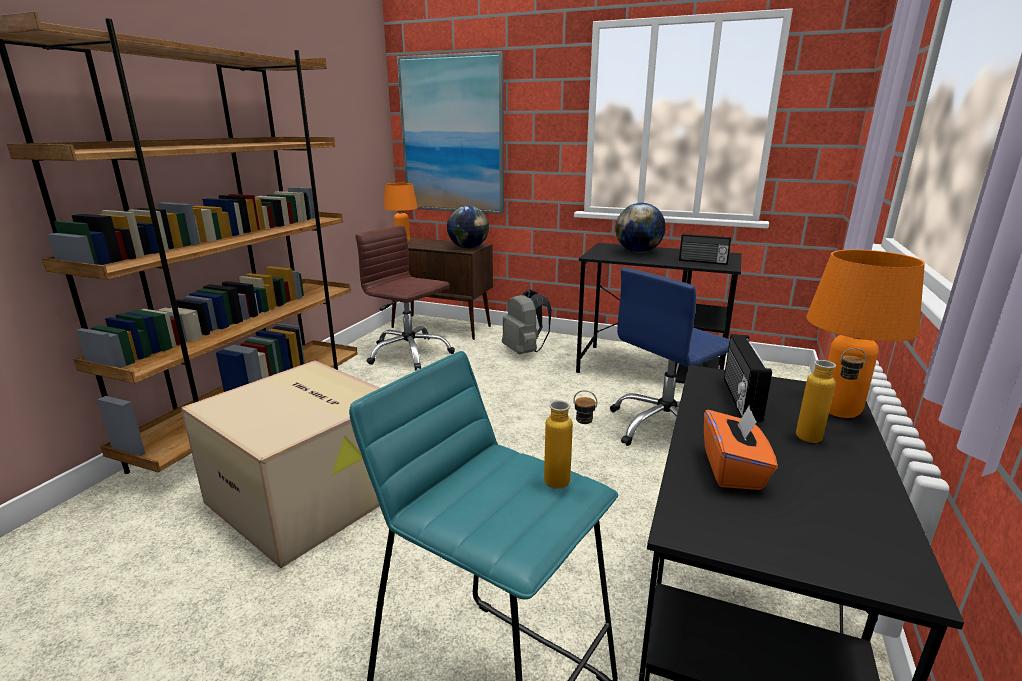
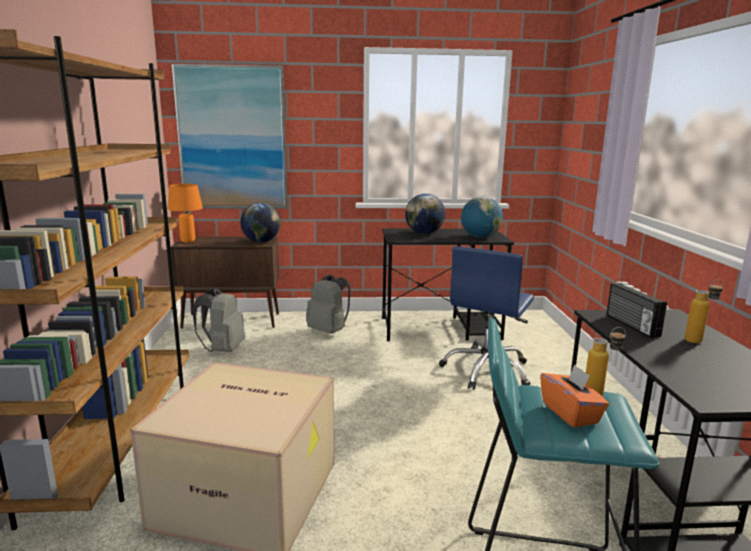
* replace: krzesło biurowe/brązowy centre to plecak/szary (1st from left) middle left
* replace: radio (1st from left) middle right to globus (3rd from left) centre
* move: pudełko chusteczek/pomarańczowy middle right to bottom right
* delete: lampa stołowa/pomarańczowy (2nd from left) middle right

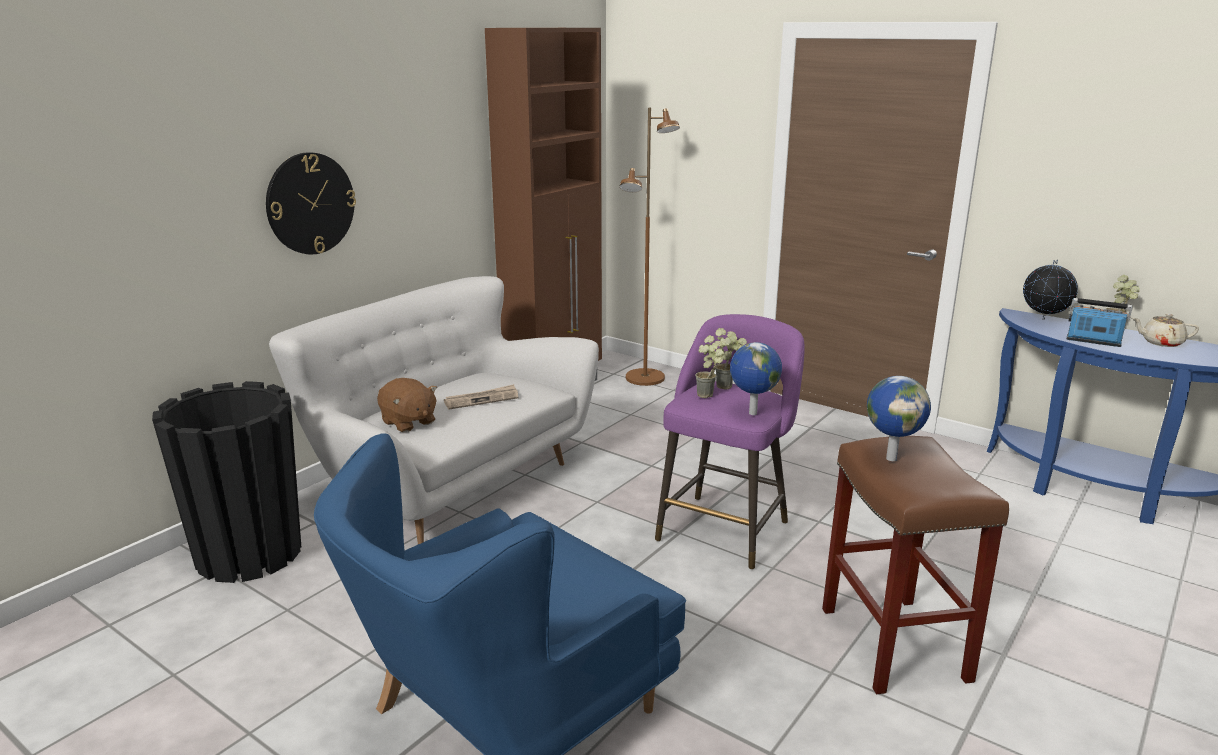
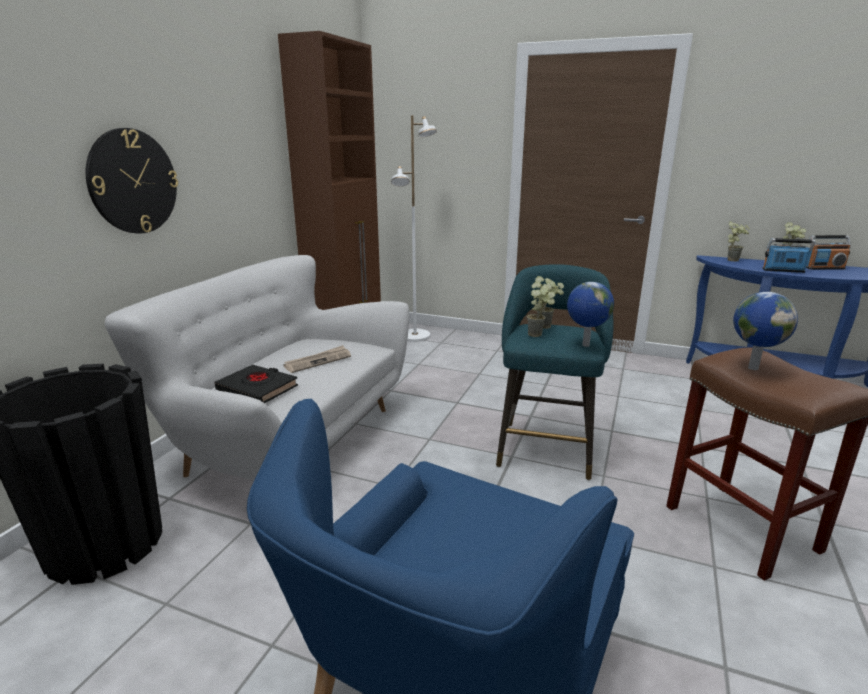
* replace: pluszak/brązowy centre to książka/czarny middle left
* recolor: lampa stojąca/brązowy top centre to lampa stojąca/biały top centre
* recolor: stołek/fioletowy centre to stołek/turkusowy centre
* replace: globus (3rd from left) middle right to roślina doniczkowa (3rd from left) middle right
* replace: imbryk/beżowy middle right to radio (2nd from left) middle right

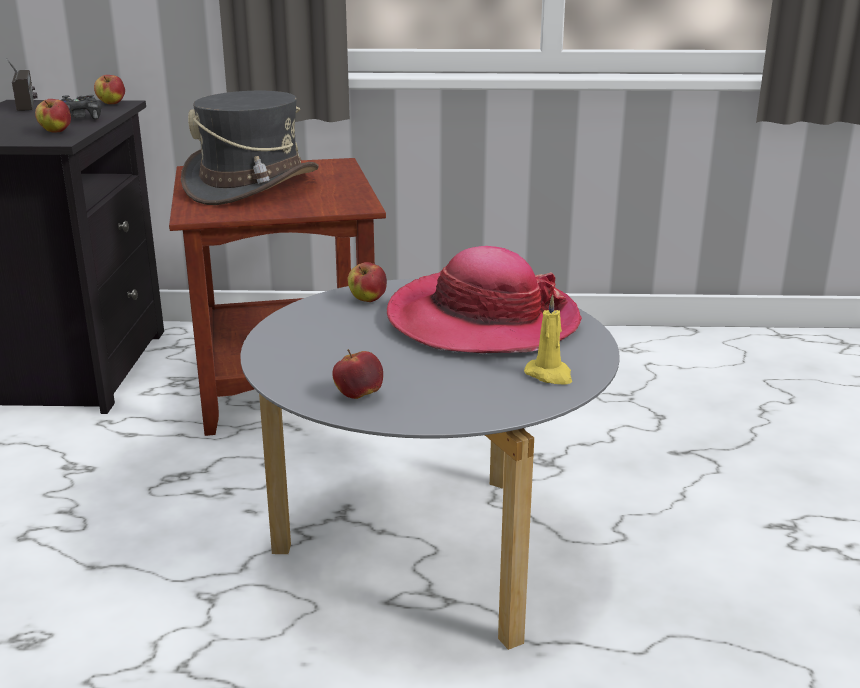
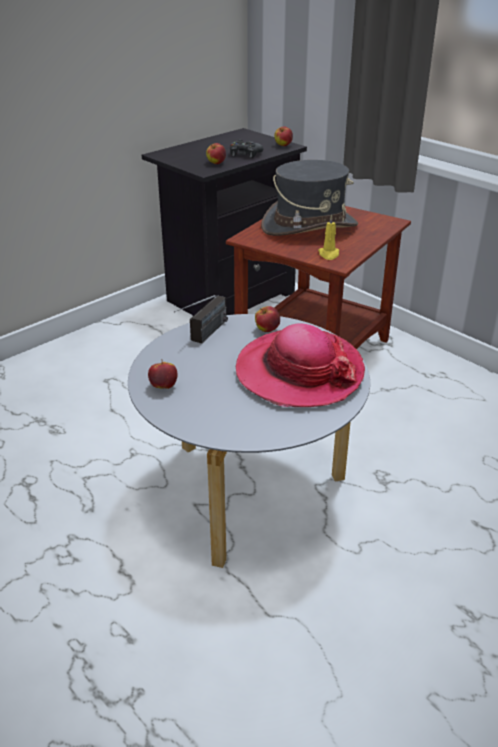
* move: radio top left to centre
* move: świeca/żółty centre to top centre

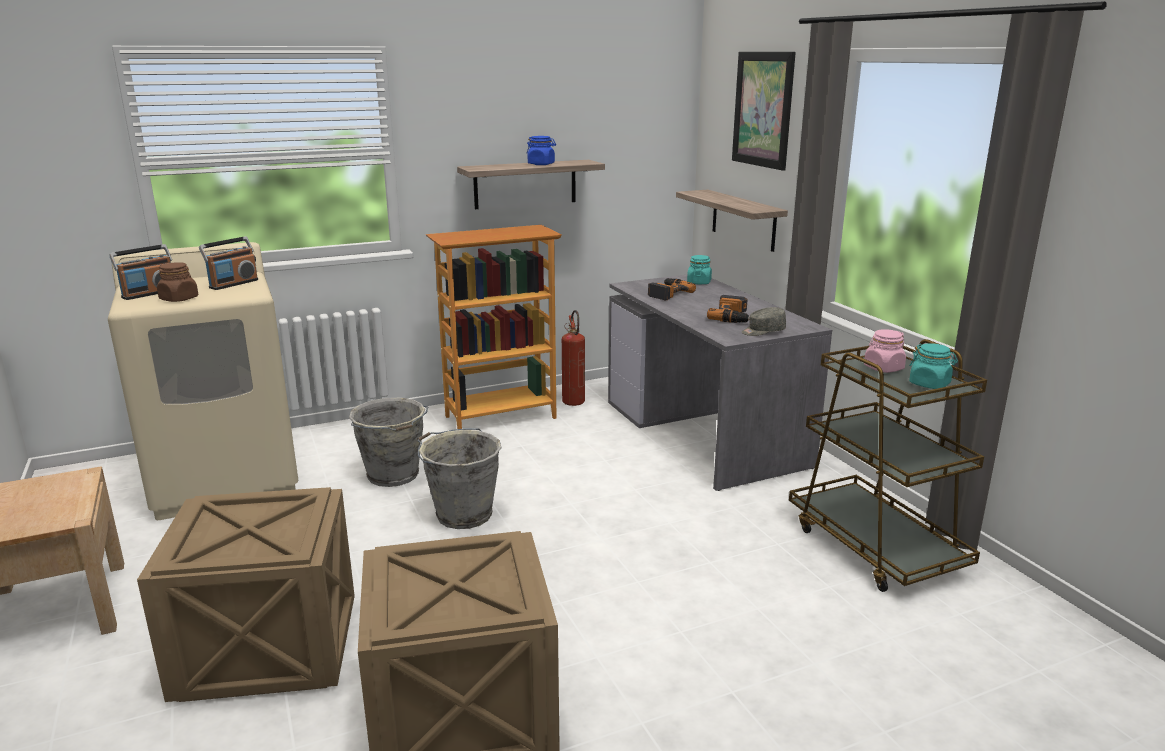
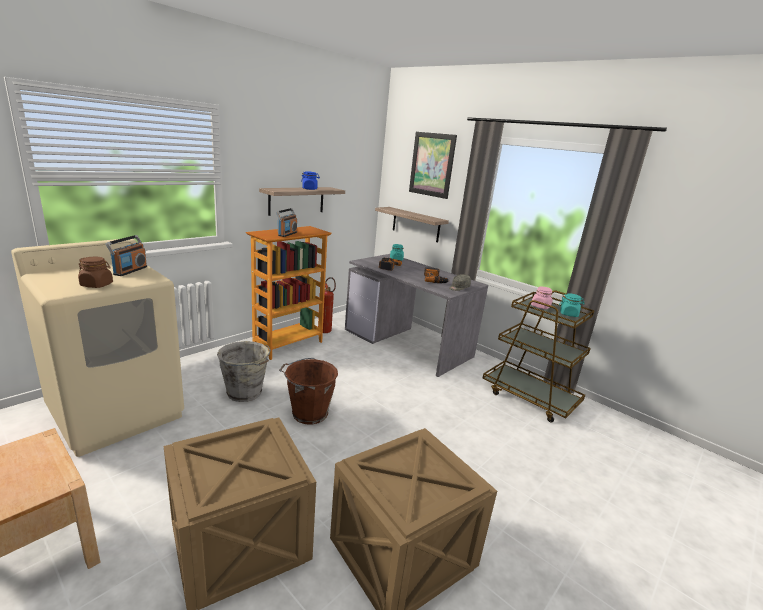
* move: radio (1st from left in the first image) middle left to radio (2nd from left) centre
* recolor: wiadro/szary (2nd from left) centre to wiadro/brązowy centre

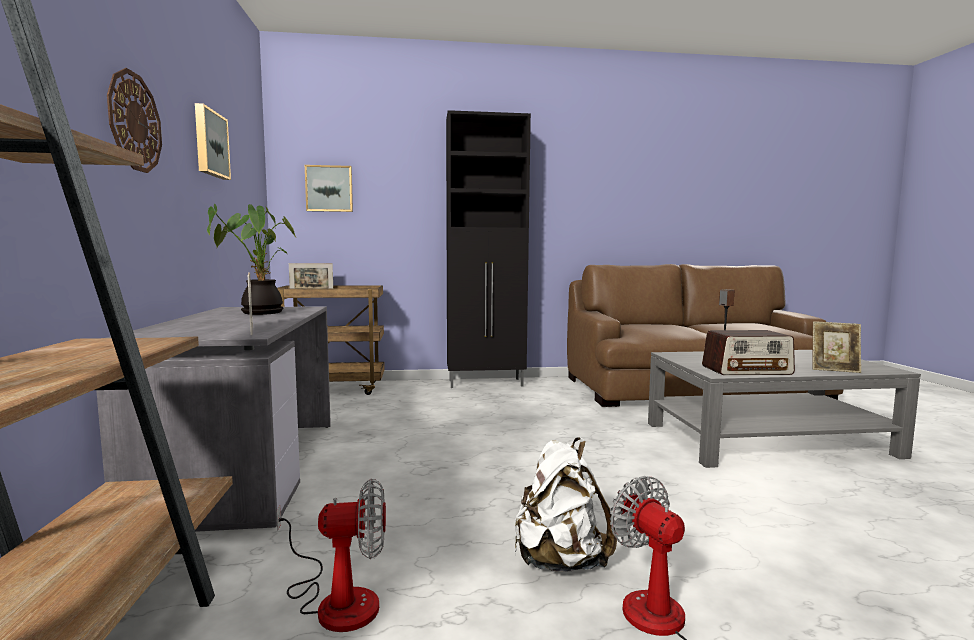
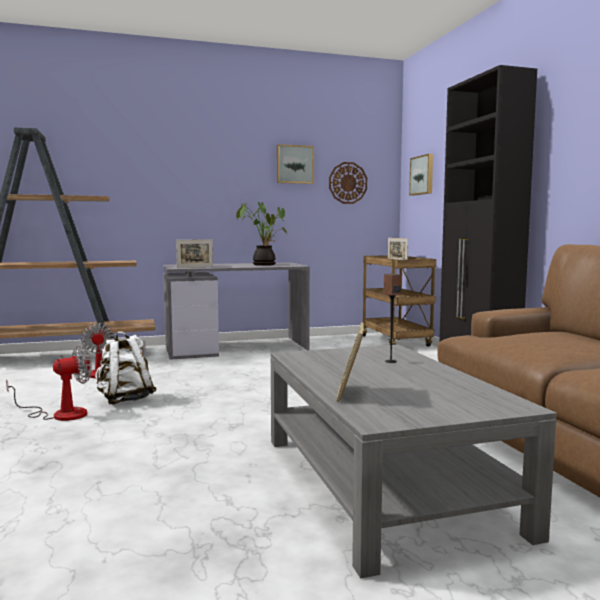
* move: zegar ścienny top left to top centre
* delete: radio middle right

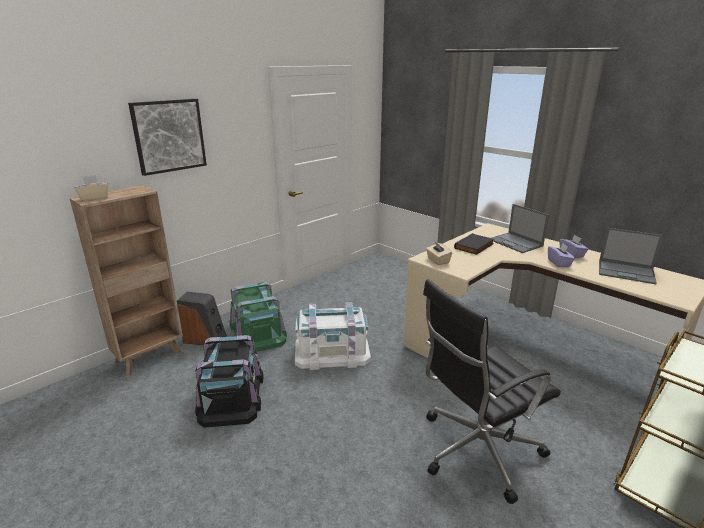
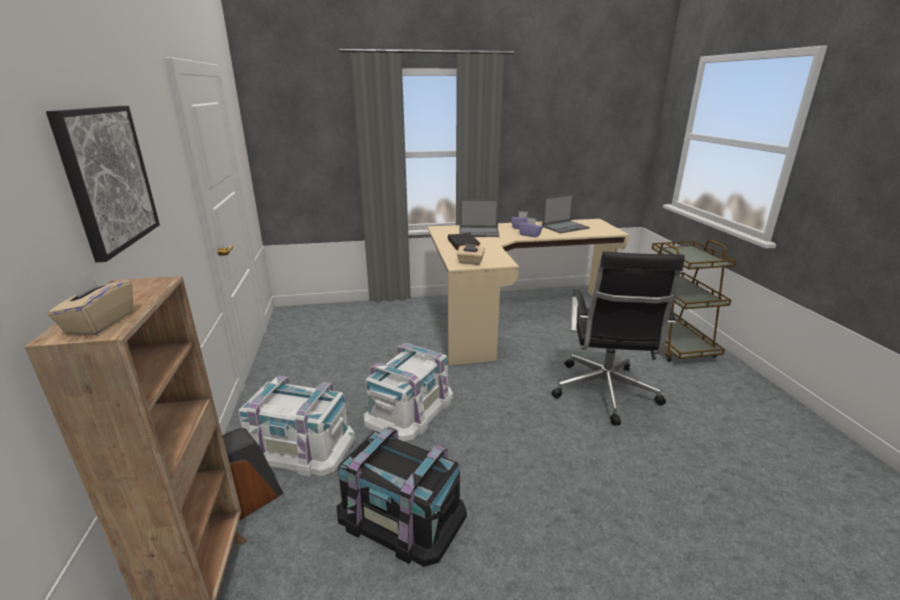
* recolor: pojemnik do przechowywania/zielony centre to pojemnik do przechowywania/biały (1st from left) bottom left

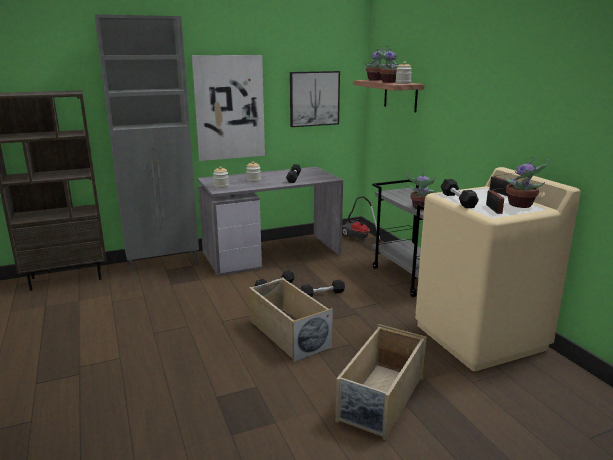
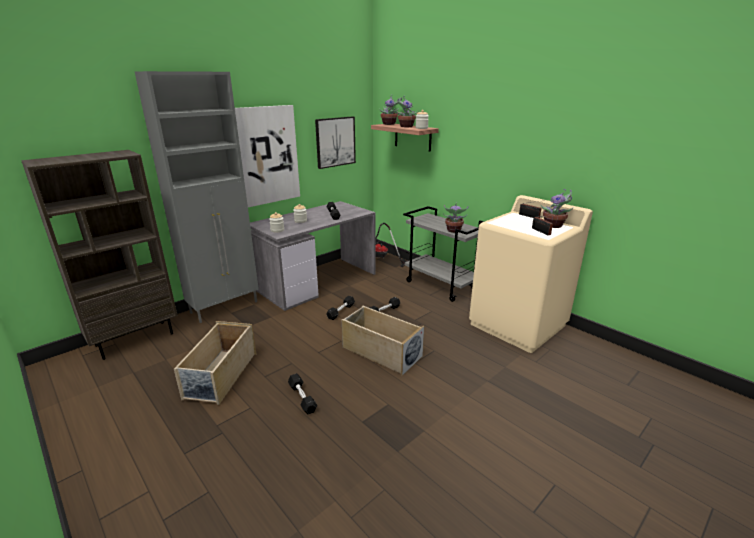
* move: pojemnik do przechowywania/beżowy (2nd from left in the first image) bottom centre to pojemnik do przechowywania/beżowy (1st from left) bottom left
* move: hantel/czarny (4th from left in the first image) middle right to hantel/czarny (1st from left) bottom centre

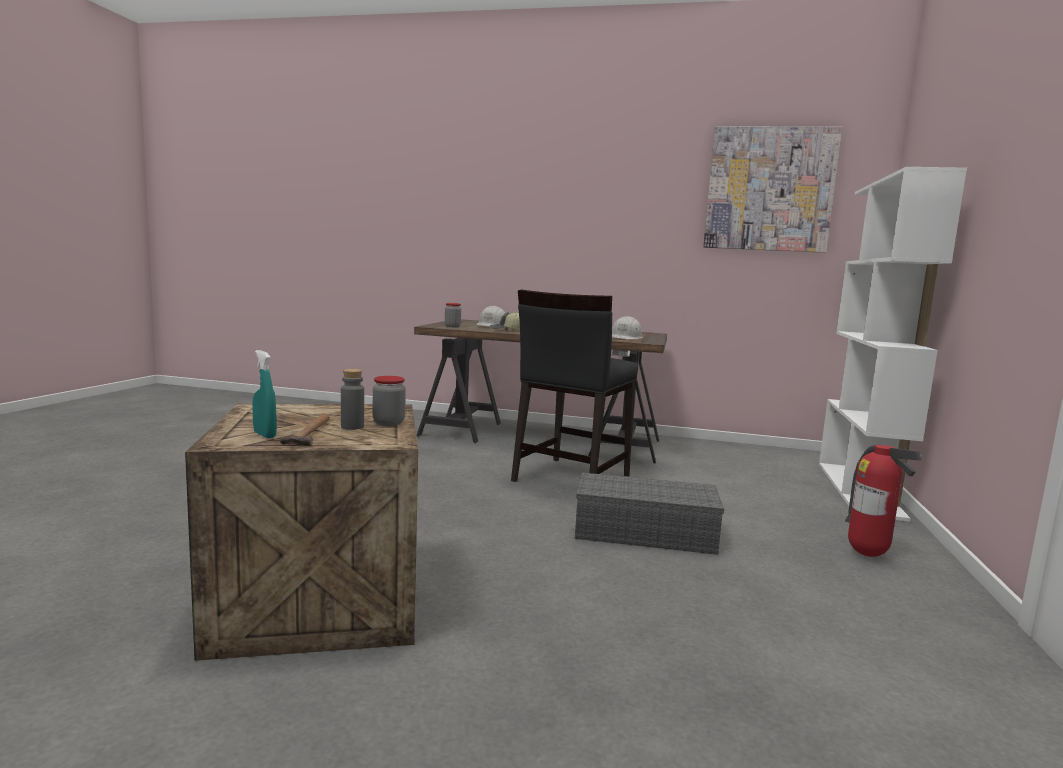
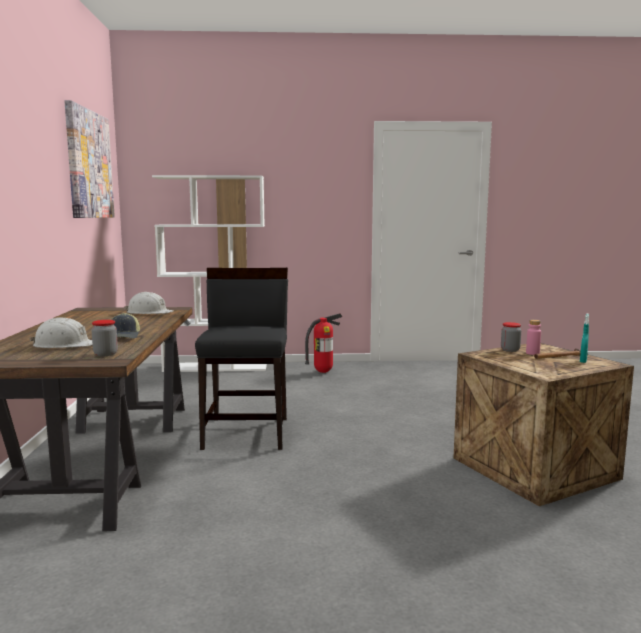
* rotate: krzesło/czarny centre = centre 105 degrees counterclockwise
* recolor: butelka/szary middle left to butelka/różowy middle right
* delete: pojemnik do przechowywania/szary bottom centre

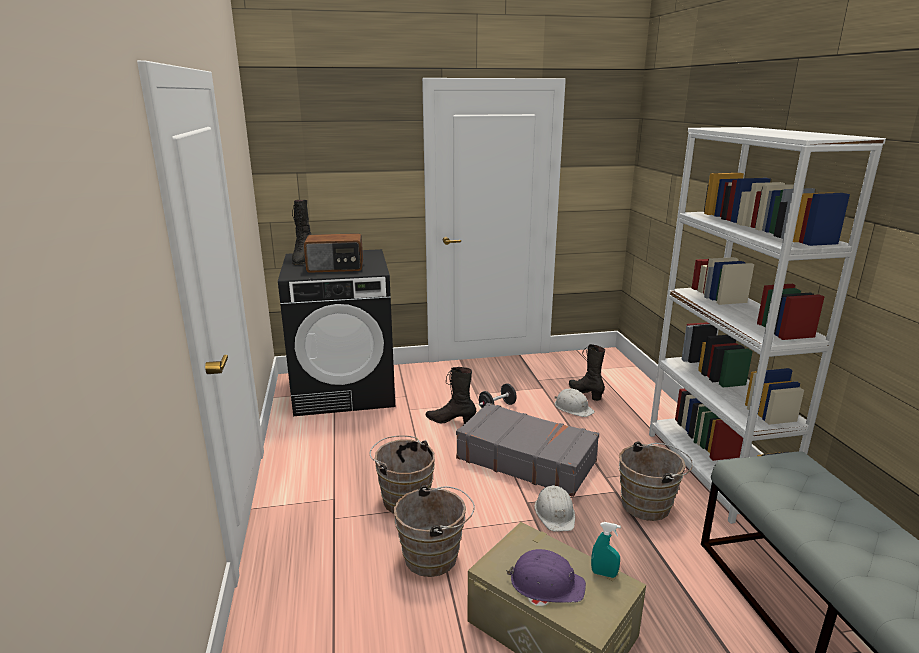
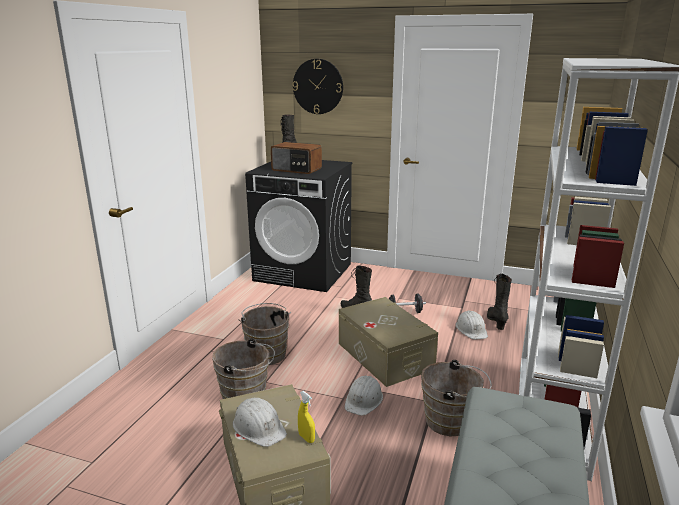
* recolor: kask/fioletowy bottom centre to kask/biały (1st from left) bottom centre
* insert: zegar ścienny top centre
* recolor: spryskiwacz/turkusowy bottom centre to spryskiwacz/żółty bottom centre
* replace: walizka/szary bottom centre to pojemnik do przechowywania/beżowy (2nd from left) bottom centre

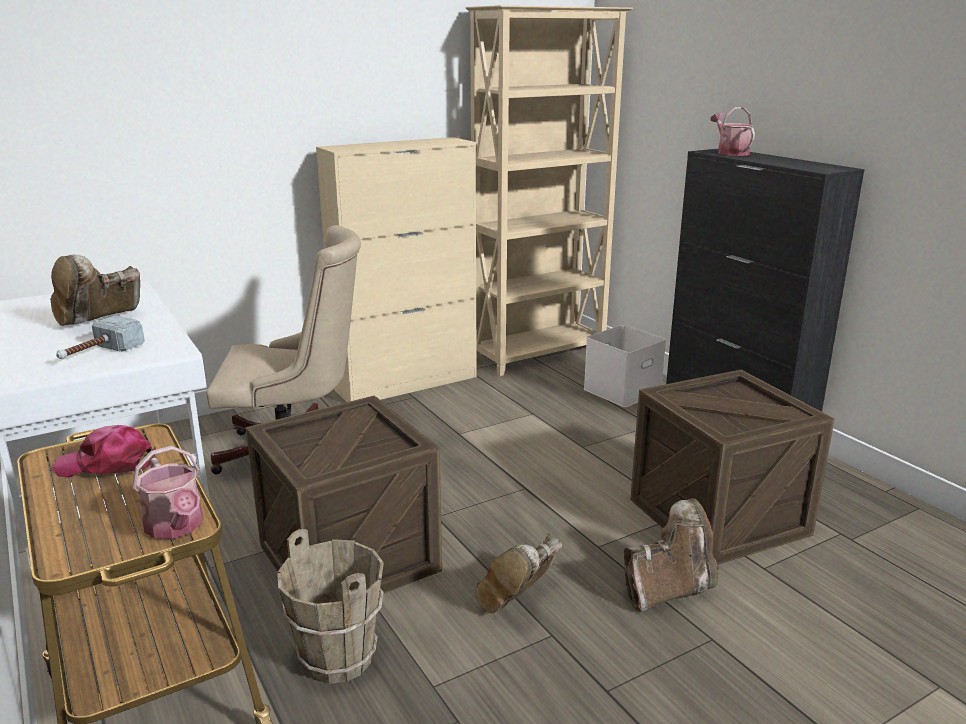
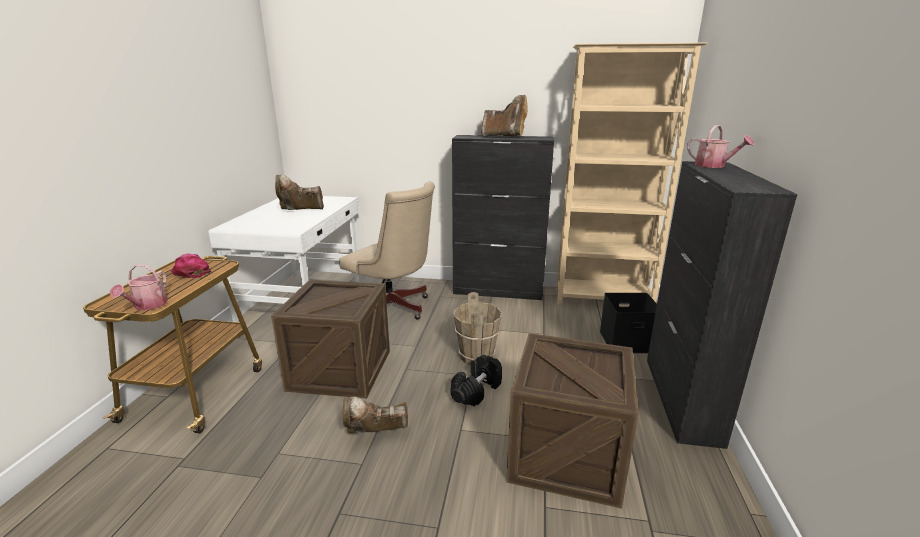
* insert: hantel/czarny bottom centre
* recolor: szafka/beżowy centre to szafka/czarny (1st from left) centre
* move: wiadro/brązowy bottom centre to centre
* move: but z cholewką/brązowy (3rd from left) bottom right to top centre
* recolor: pojemnik do przechowywania/biały centre to pojemnik do przechowywania/czarny middle right
* rotate: konewka (2nd from left) top right = top right 120 degrees clockwise
* delete: młotek middle left

